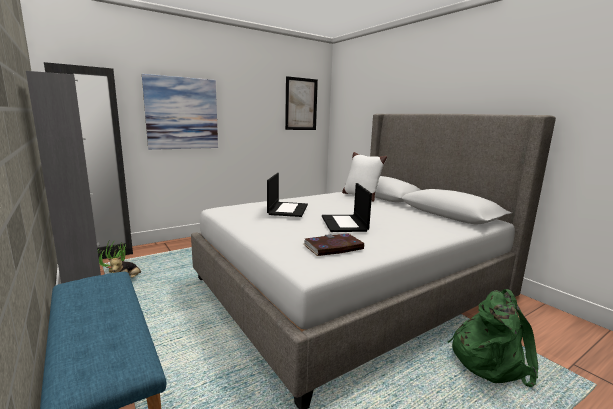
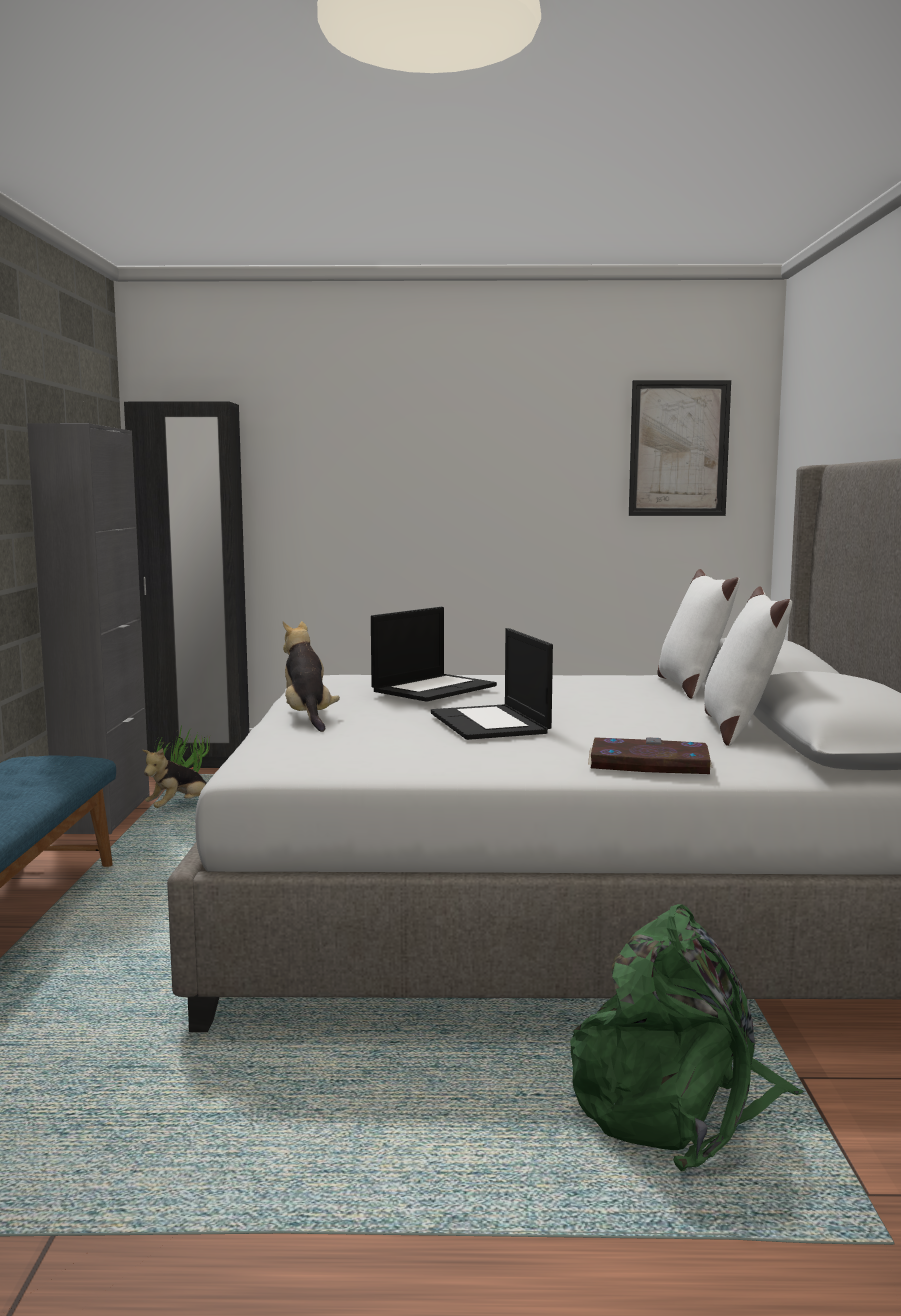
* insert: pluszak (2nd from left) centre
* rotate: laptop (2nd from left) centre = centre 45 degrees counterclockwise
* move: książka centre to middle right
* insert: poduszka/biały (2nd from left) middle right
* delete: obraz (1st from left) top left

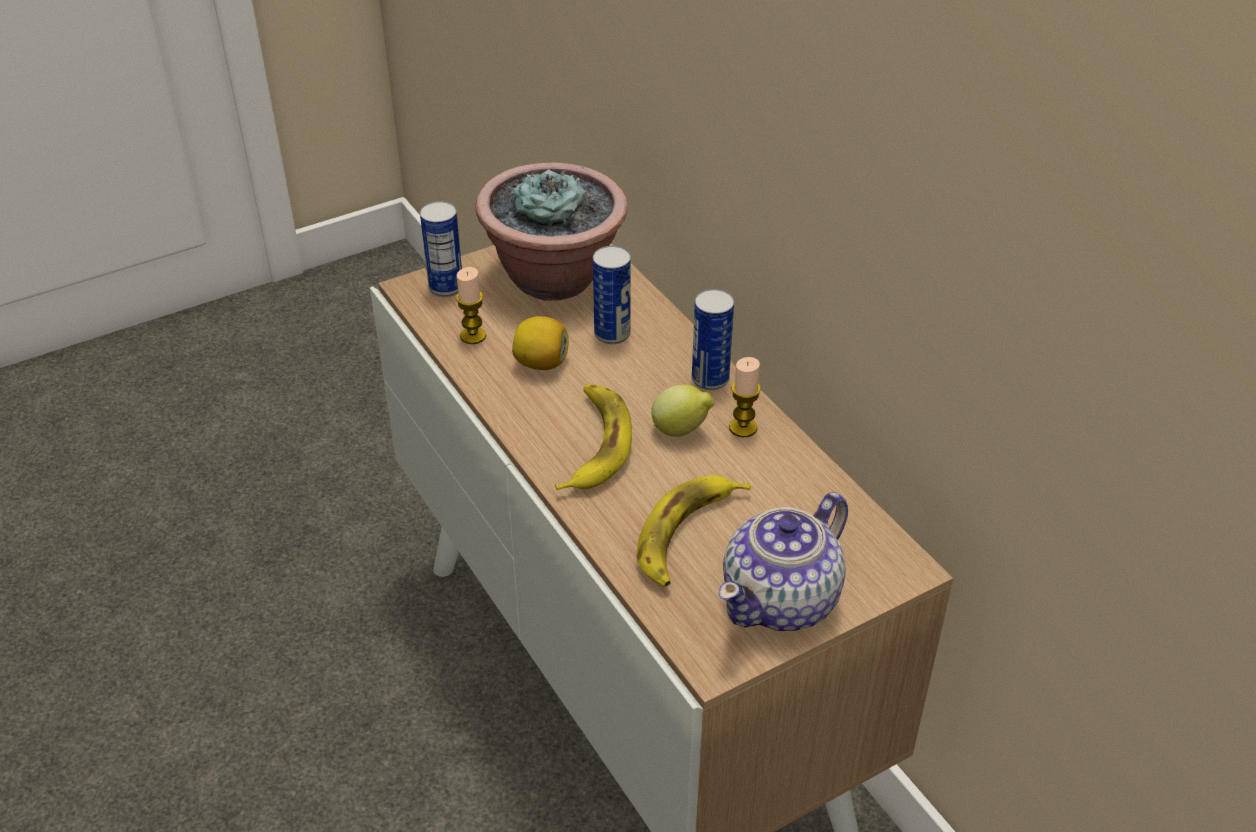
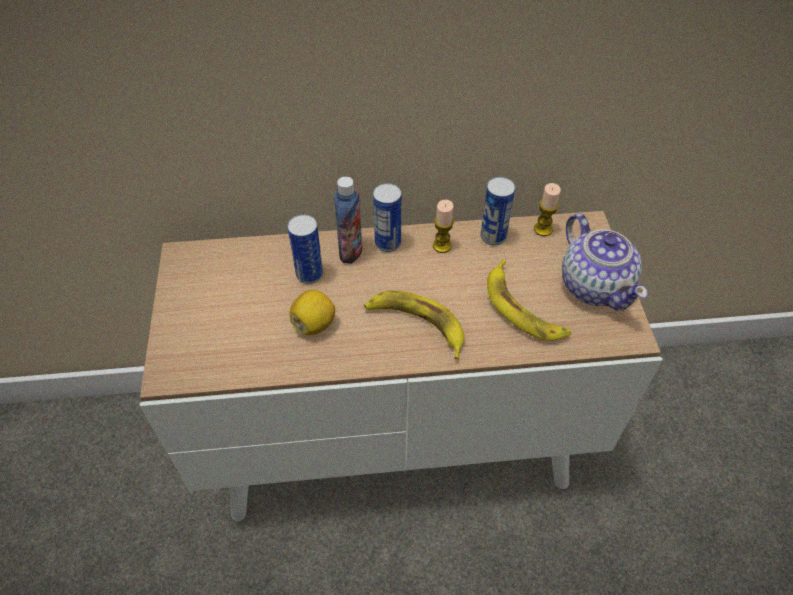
* insert: butelka centre
* move: puszka (1st from left in the first image) top centre to puszka (3rd from left) centre
* move: świeca (1st from left in the first image) centre to świeca (2nd from left) middle right
* delete: roślina doniczkowa top centre
* delete: cytryna (2nd from left) centre

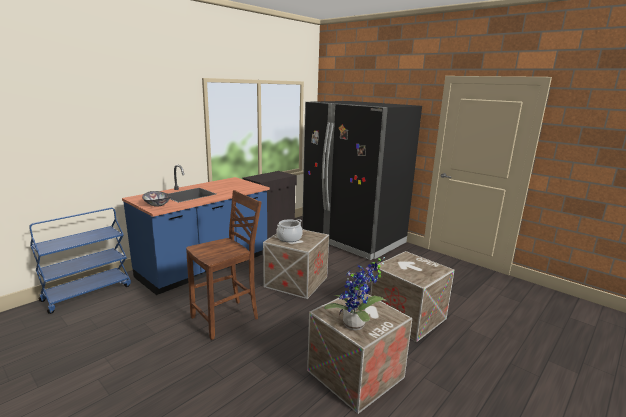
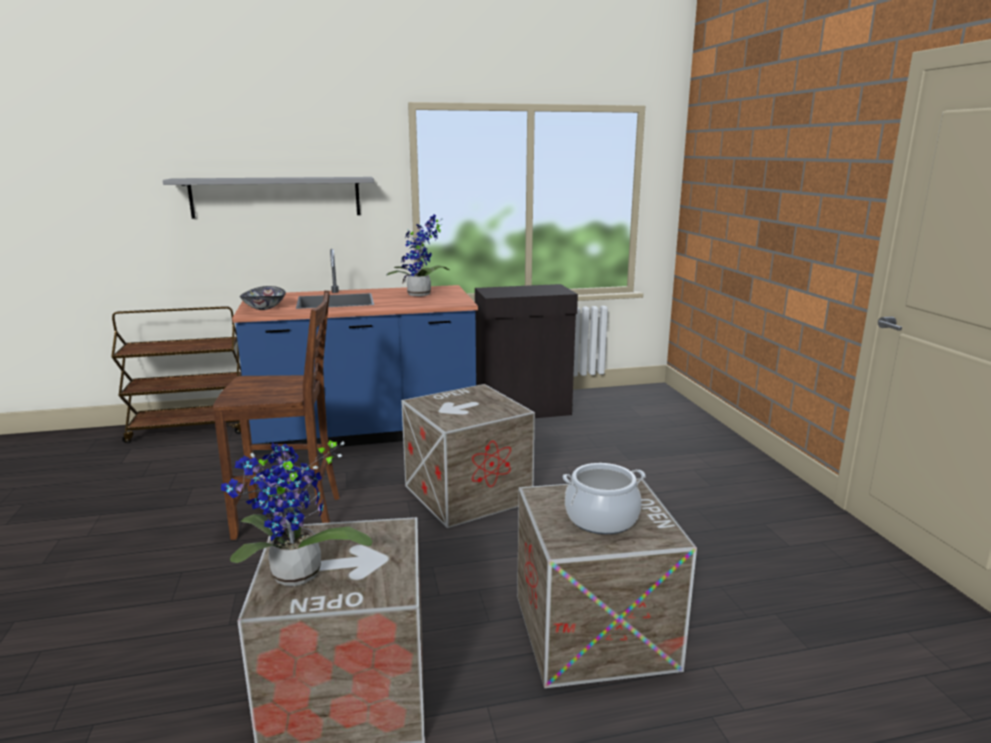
* recolor: wózek/niebieski middle left to wózek/brązowy middle left
* insert: półka/szary top left
* insert: roślina doniczkowa (2nd from left) centre
* move: garnek centre to bottom centre
* delete: lodówka/czarny centre

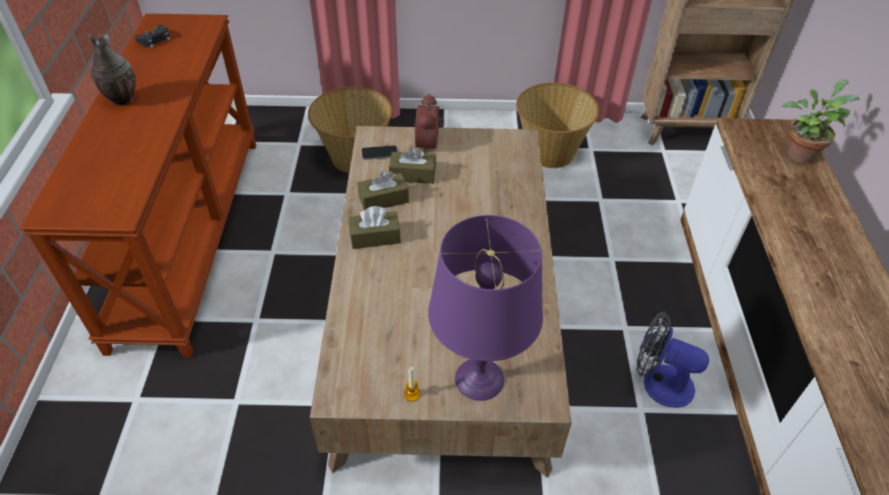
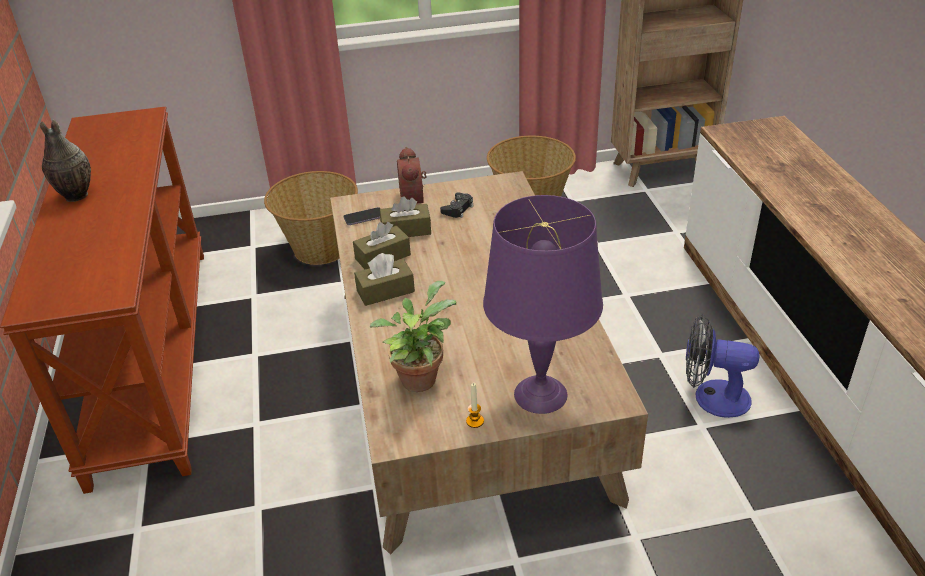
* move: roślina doniczkowa top right to centre
* move: pad do gier/czarny top left to centre

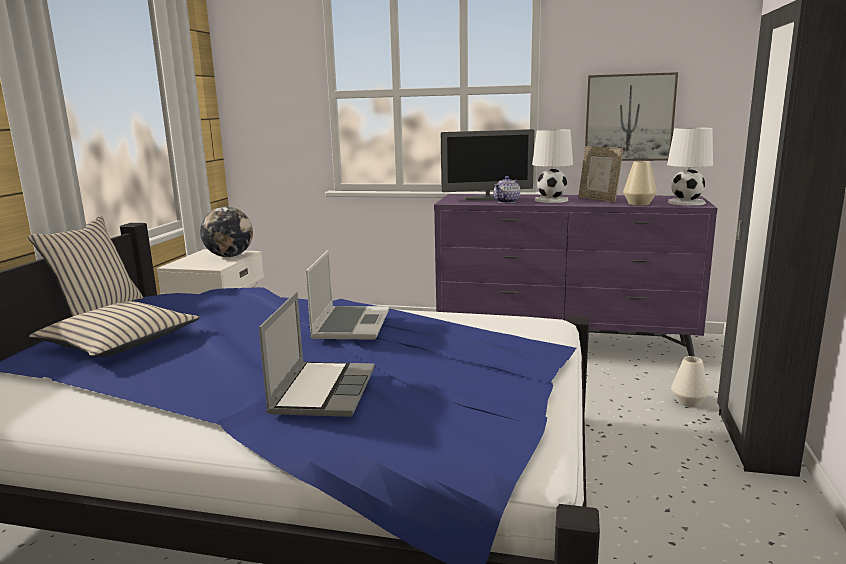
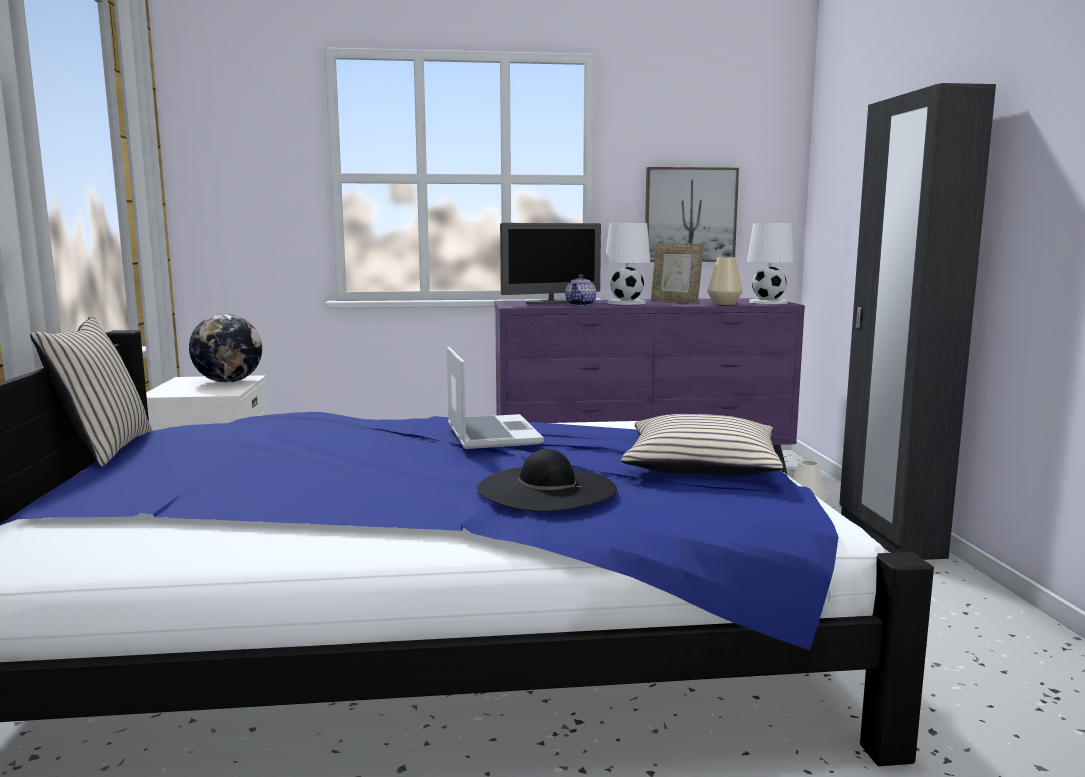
* replace: laptop (1st from left) centre to kapelusz/czarny centre
* move: poduszka/beżowy (2nd from left) middle left to centre

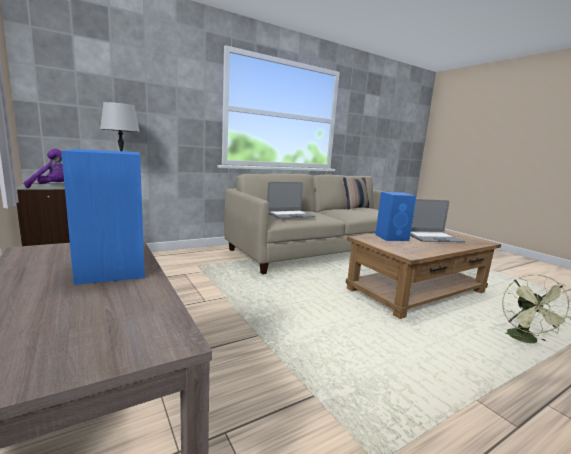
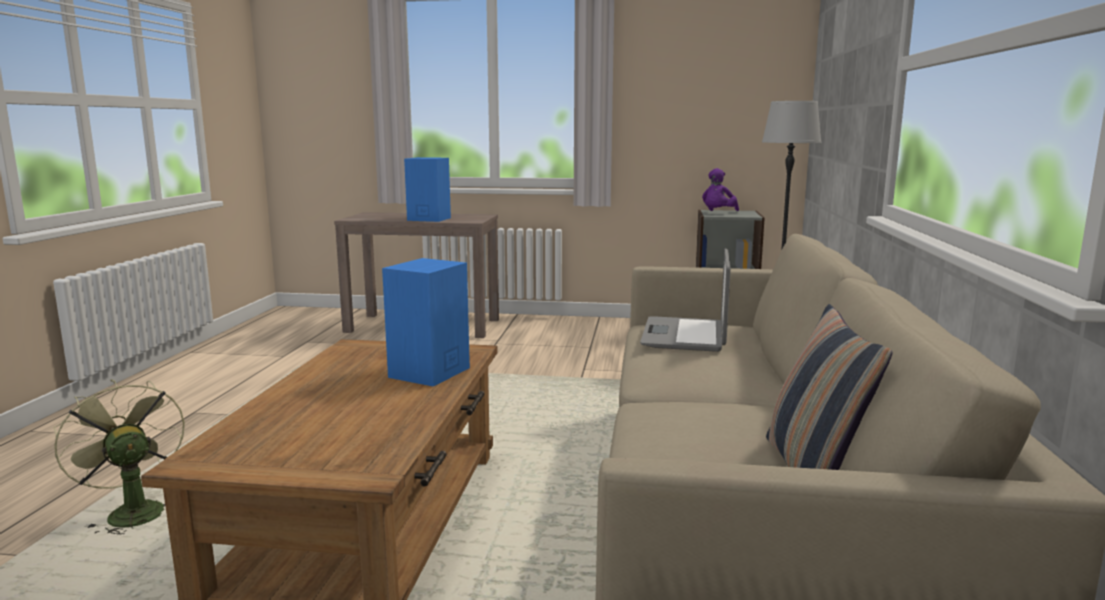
* delete: laptop (2nd from left) middle right

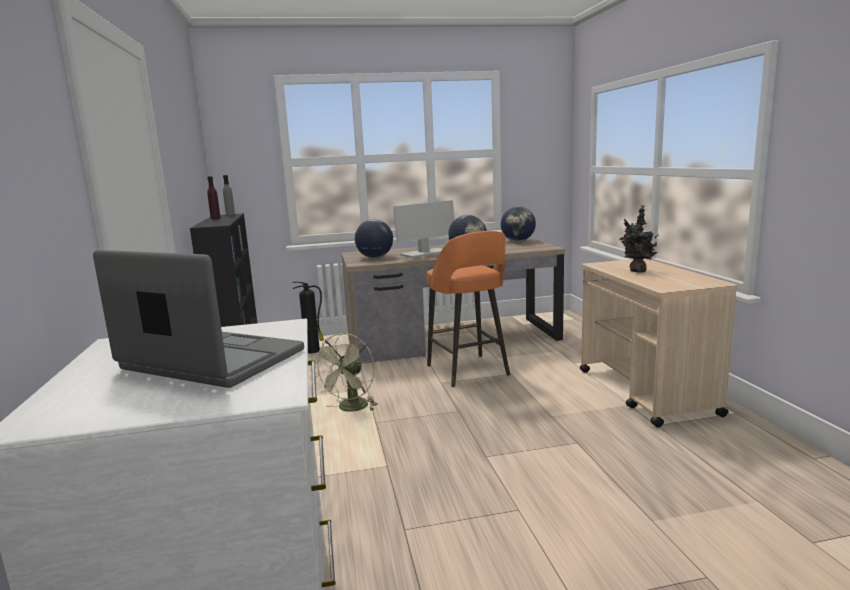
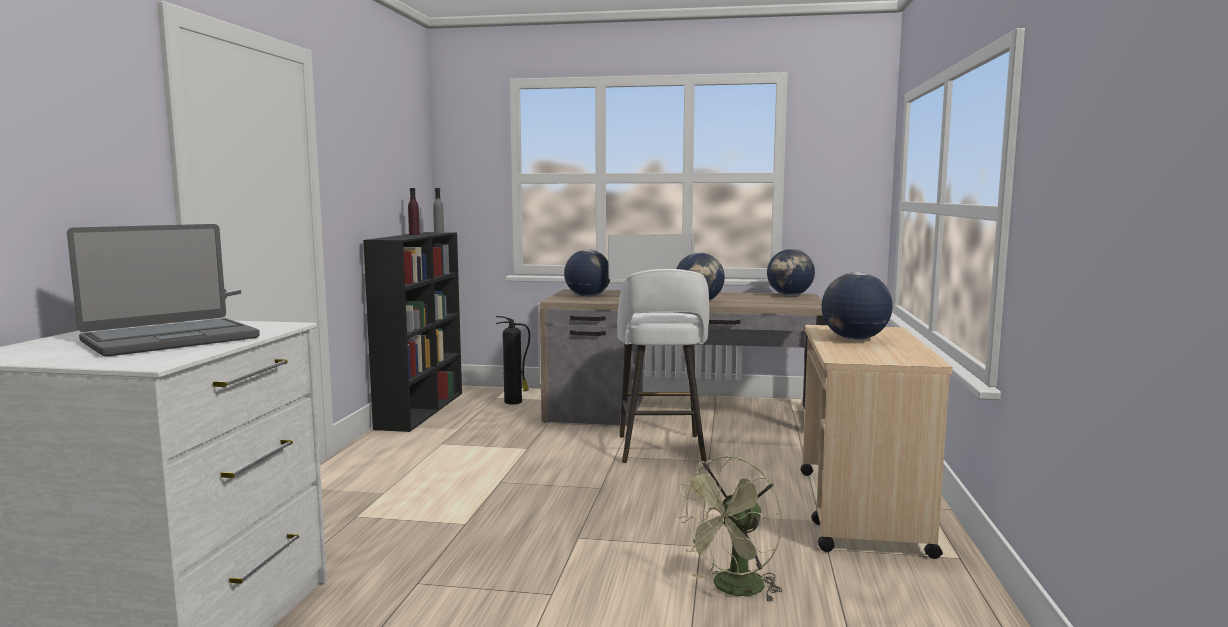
* rotate: laptop middle left = middle left 90 degrees clockwise
* recolor: stołek/pomarańczowy centre to stołek/biały centre
* move: wentylator/zielony centre to bottom centre
* replace: roślina doniczkowa middle right to globus (4th from left) middle right

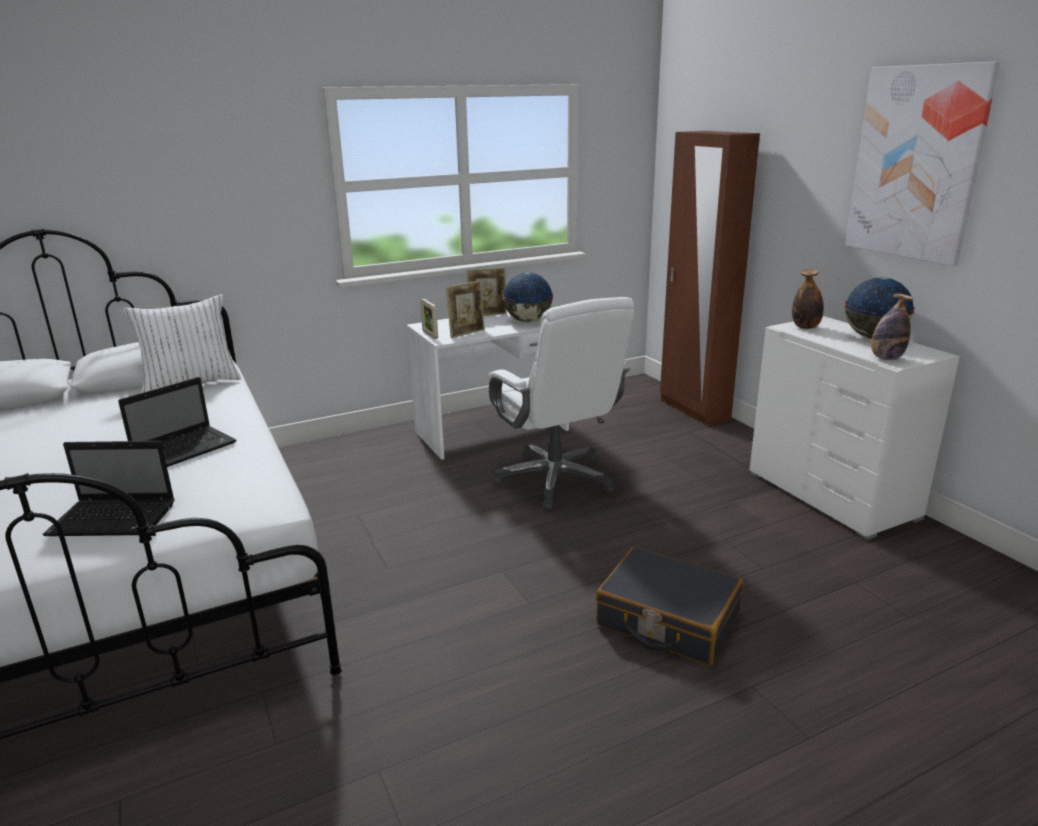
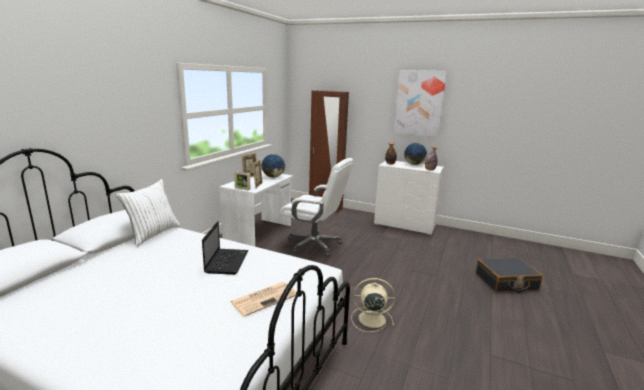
* replace: laptop (1st from left) middle left to gazeta bottom centre
* insert: wentylator/beżowy bottom centre
* move: walizka/czarny bottom centre to bottom right

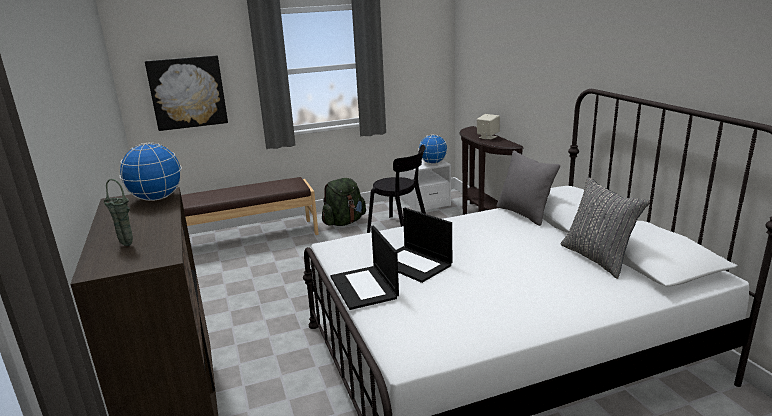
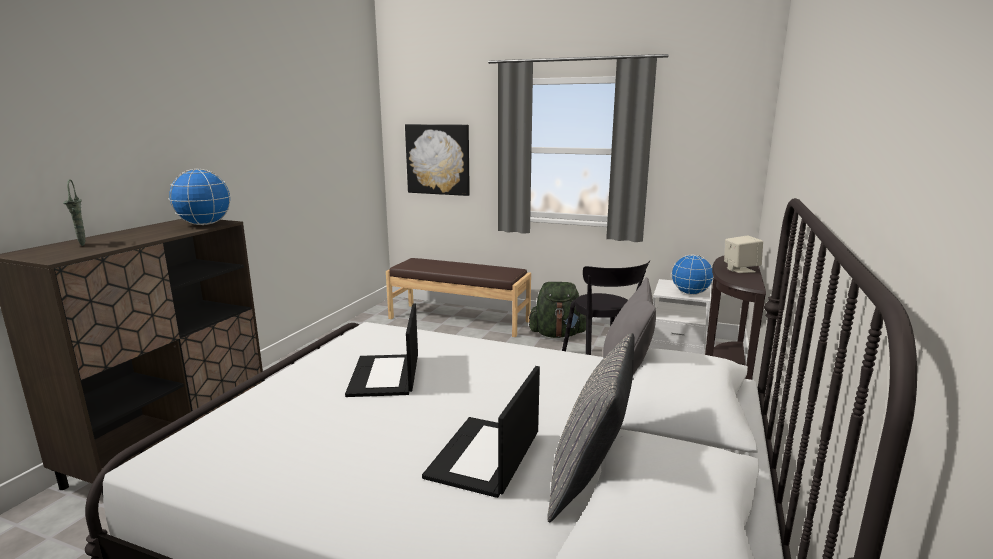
* move: laptop (1st from left in the first image) centre to laptop (2nd from left) bottom centre

